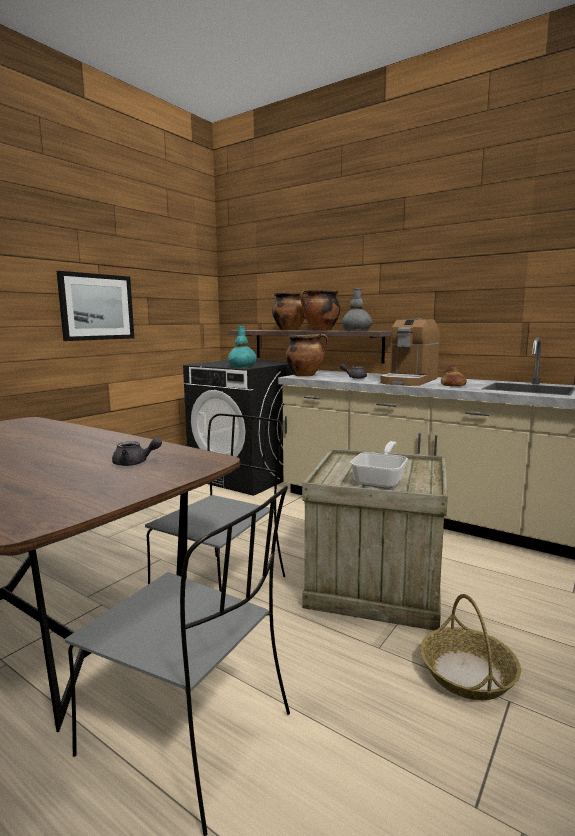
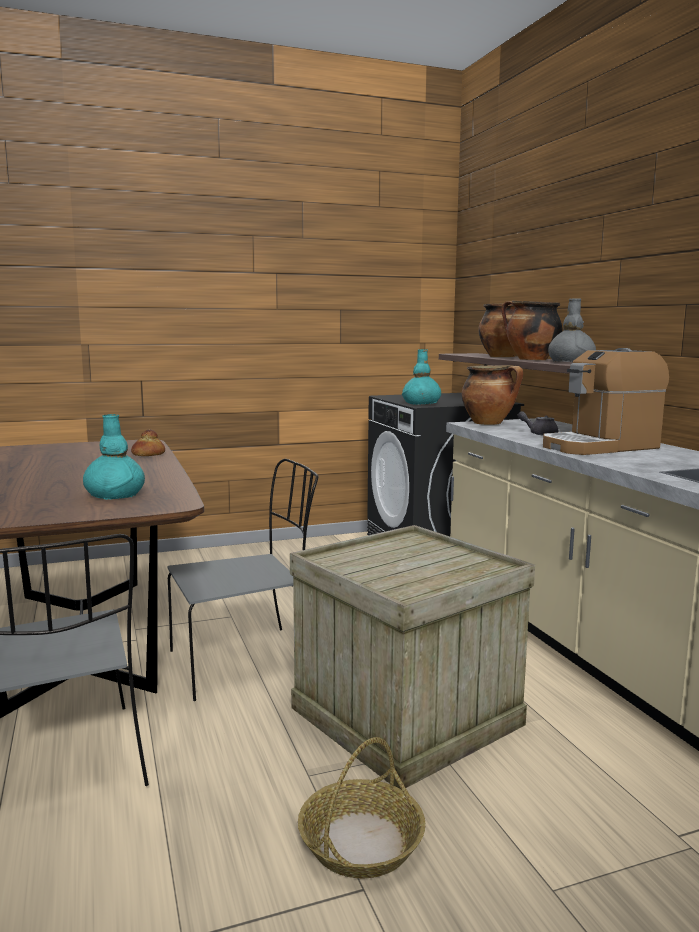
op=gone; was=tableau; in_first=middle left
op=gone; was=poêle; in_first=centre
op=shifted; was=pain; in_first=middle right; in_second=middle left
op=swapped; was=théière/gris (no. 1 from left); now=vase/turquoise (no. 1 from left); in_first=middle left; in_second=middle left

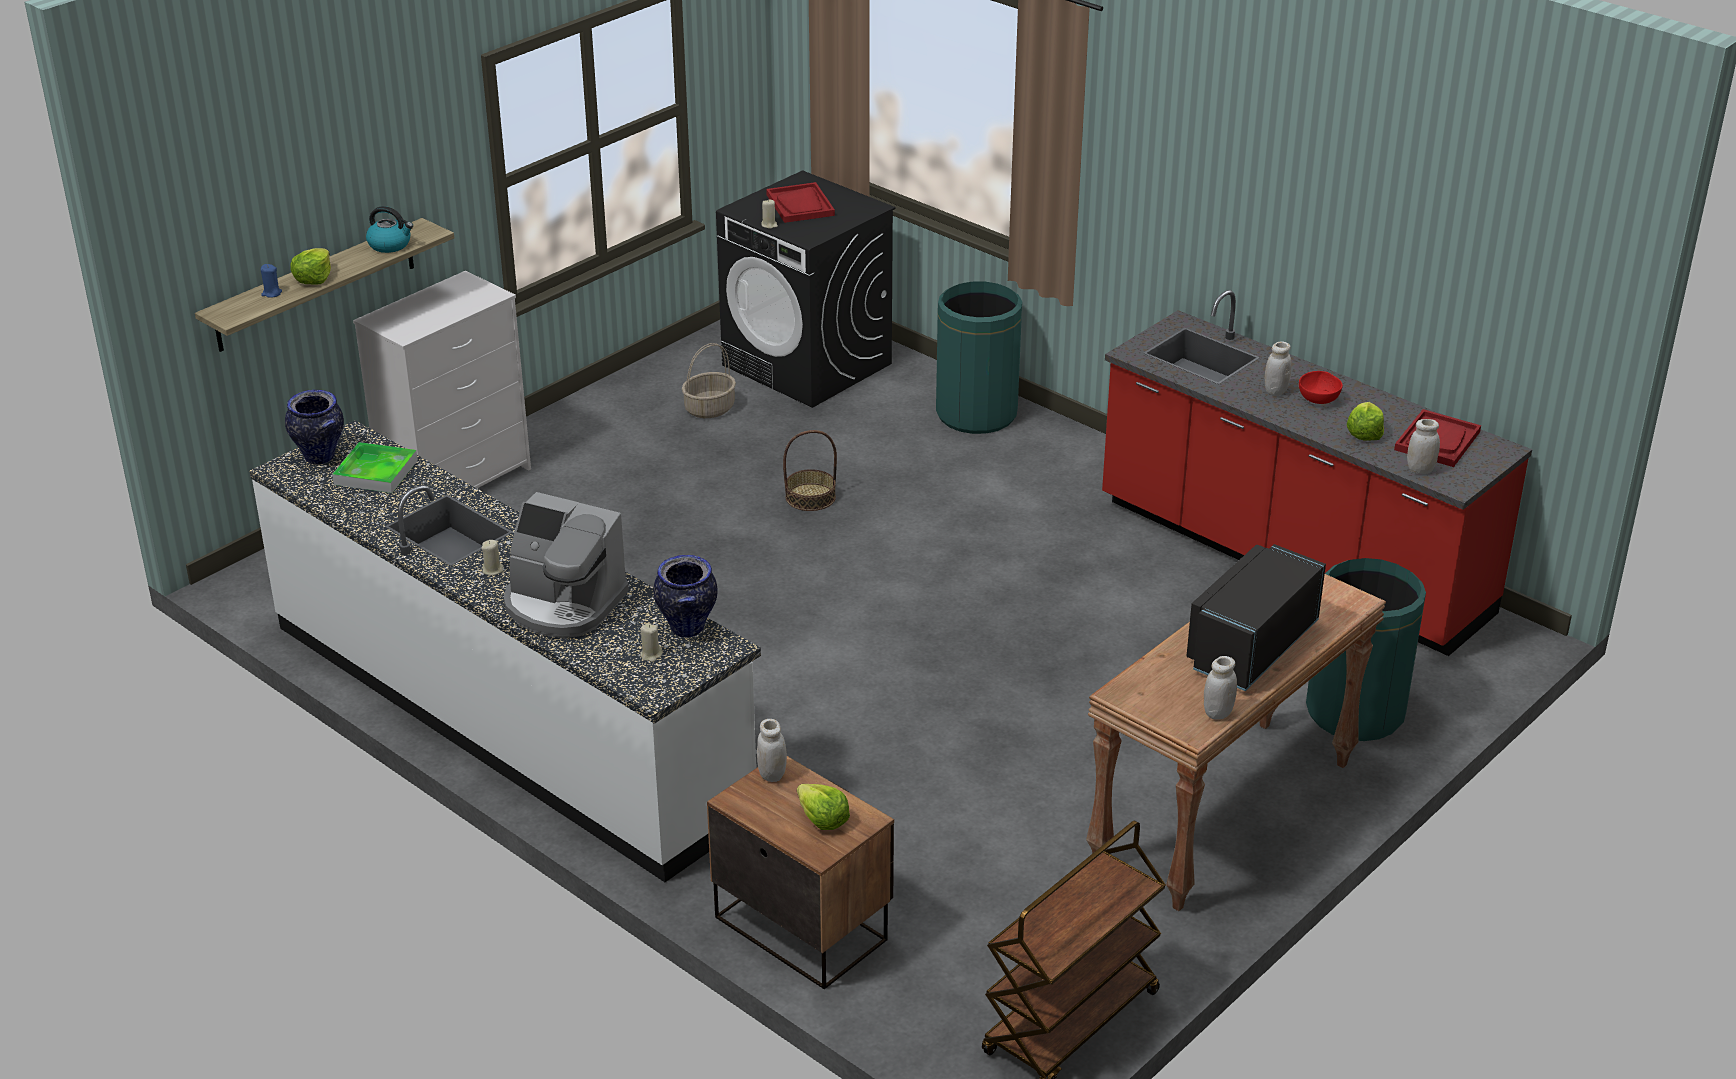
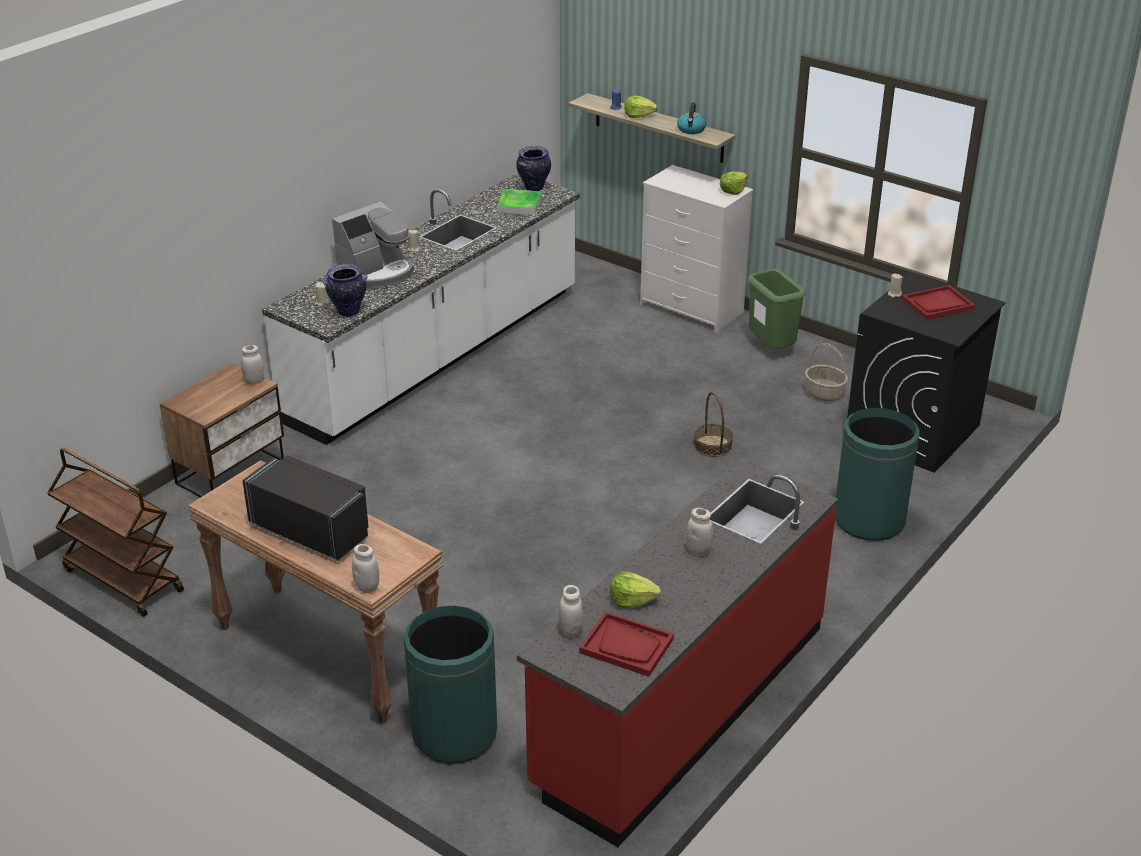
op=gone; was=bol/rouge; in_first=middle right
op=new; now=poubelle/vert (no. 2 from left); in_second=middle right
op=shifted; was=laitue (no. 2 from left in the first image); now=laitue (no. 3 from left); in_first=bottom centre; in_second=top centre
op=shifted; was=bocal/blanc (no. 2 from left); in_first=middle right; in_second=middle left
op=rotated; was=machine à café; in_first=middle left; in_second=top left; clockwise=-150

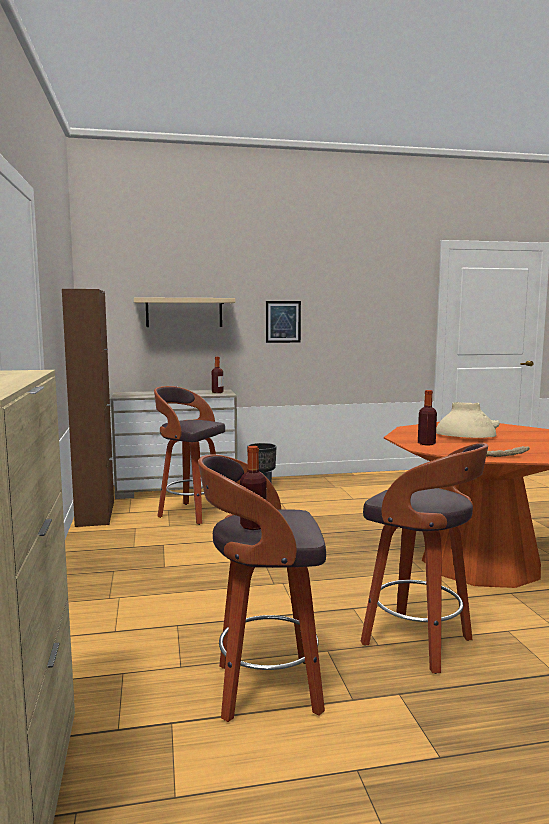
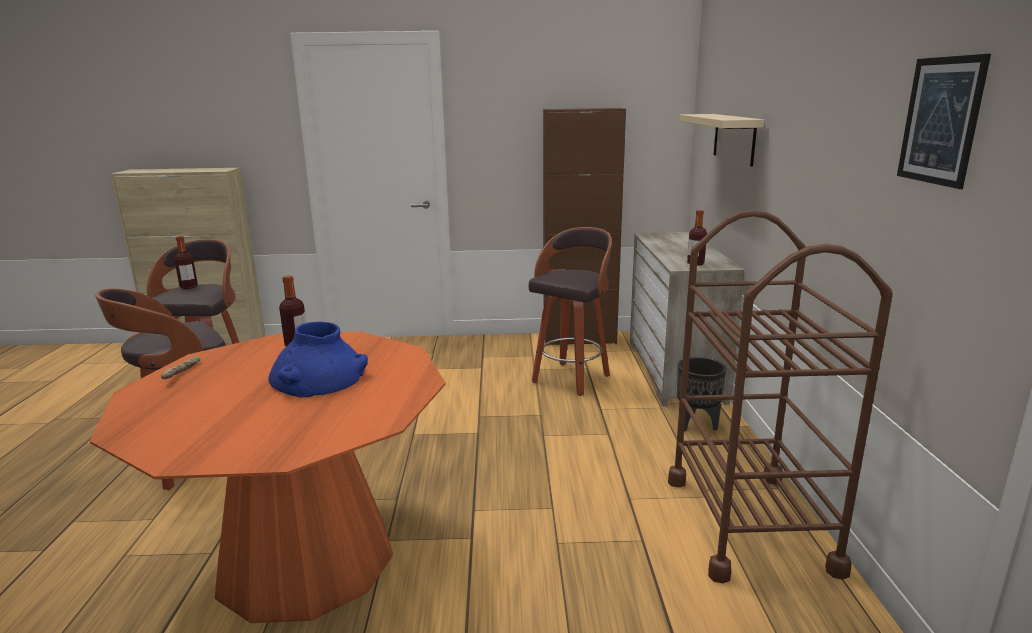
op=new; now=chariot/marron; in_second=middle right
op=shifted; was=tableau; in_first=centre; in_second=top right
op=repainted; was=vase/beige; now=vase/bleu; in_first=middle right; in_second=middle left

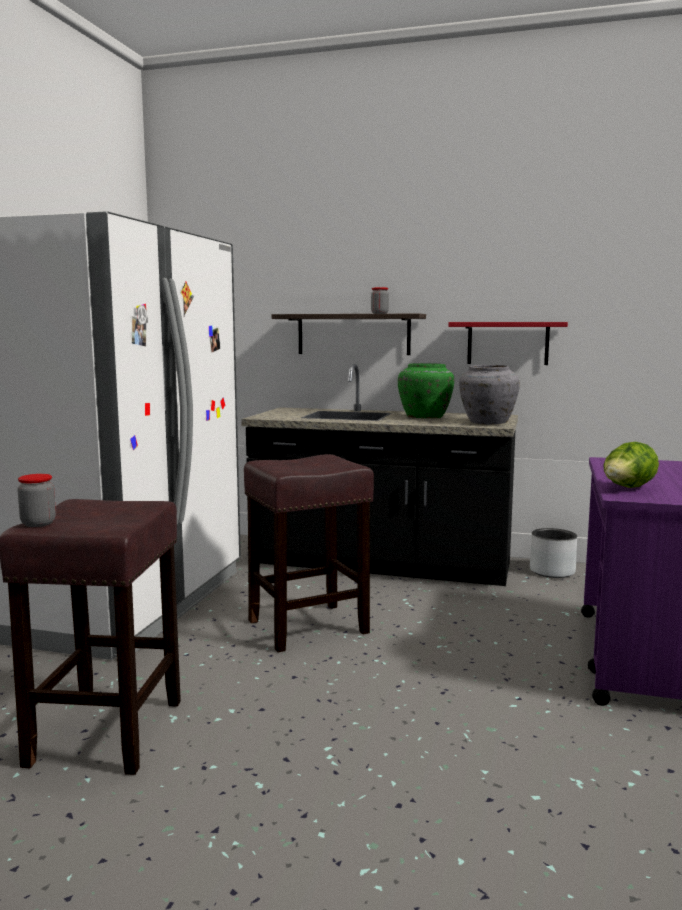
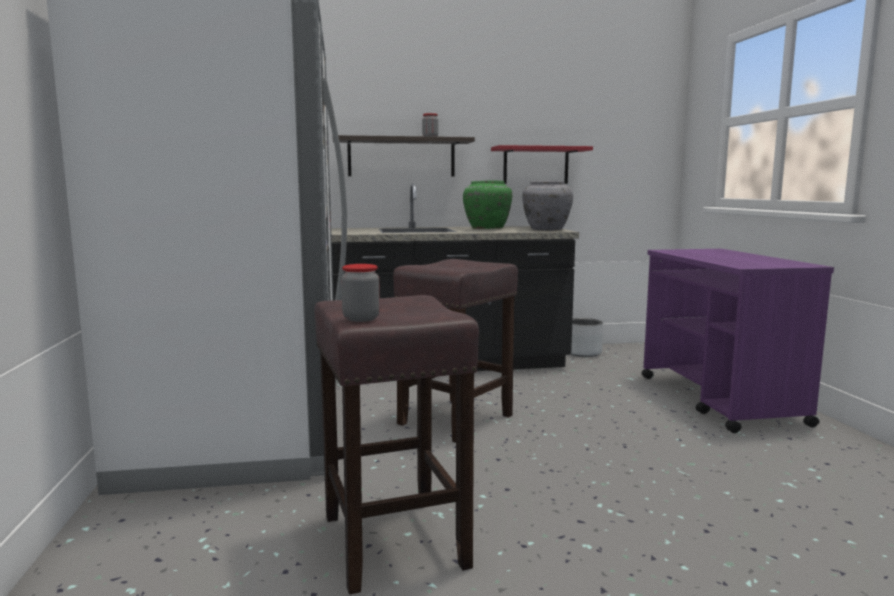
op=gone; was=laitue; in_first=middle right

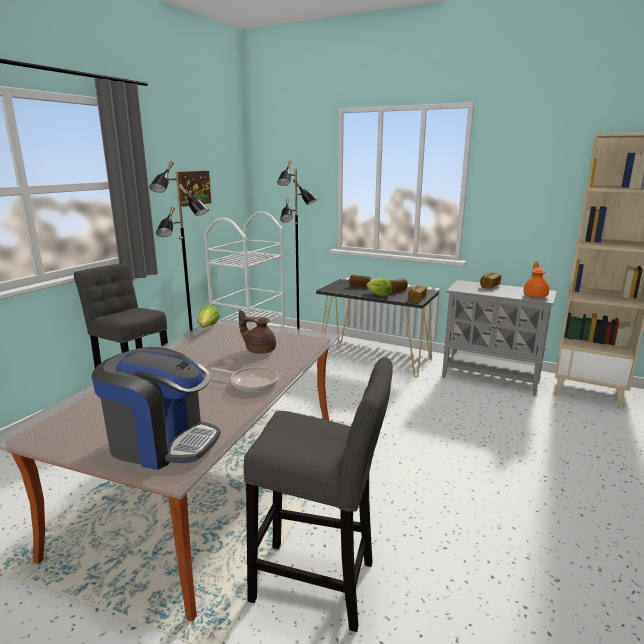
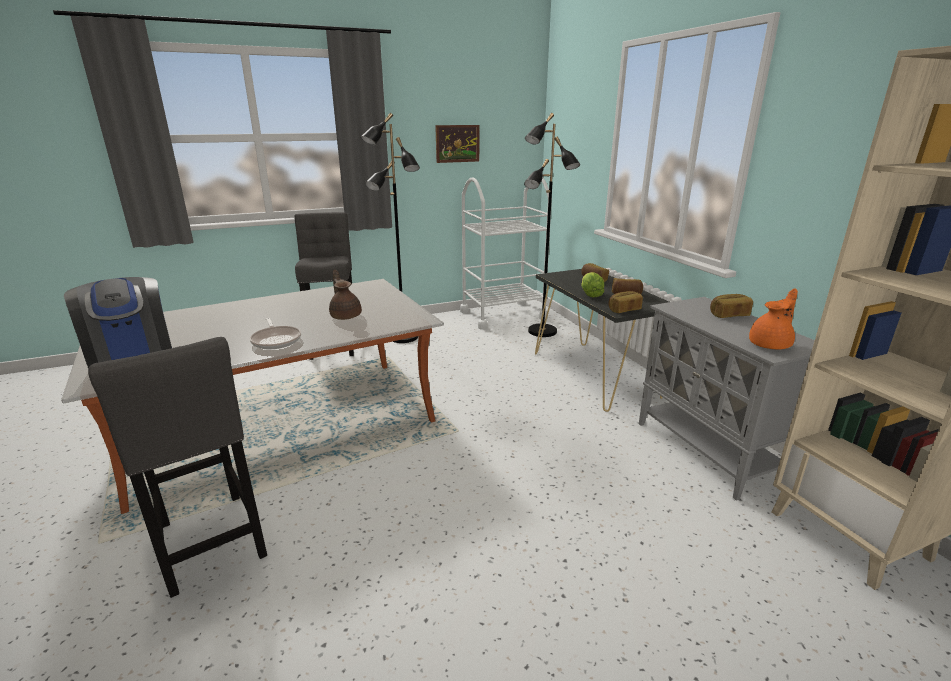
op=gone; was=laitue (no. 1 from left); in_first=middle left

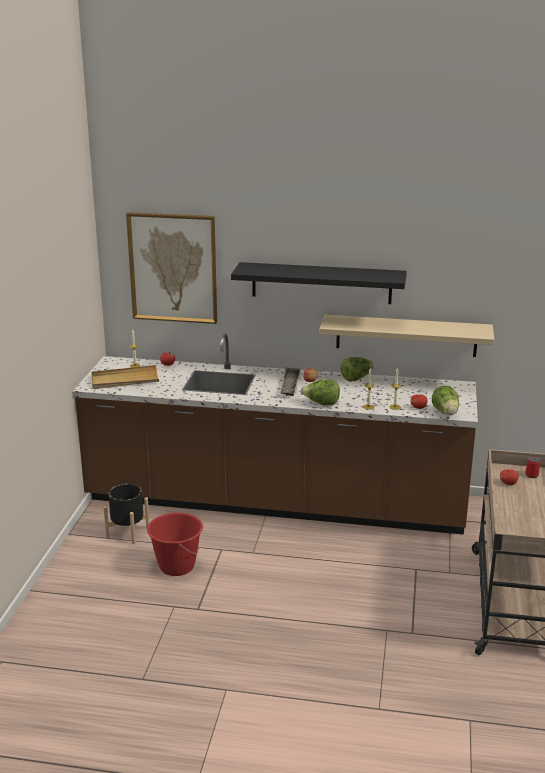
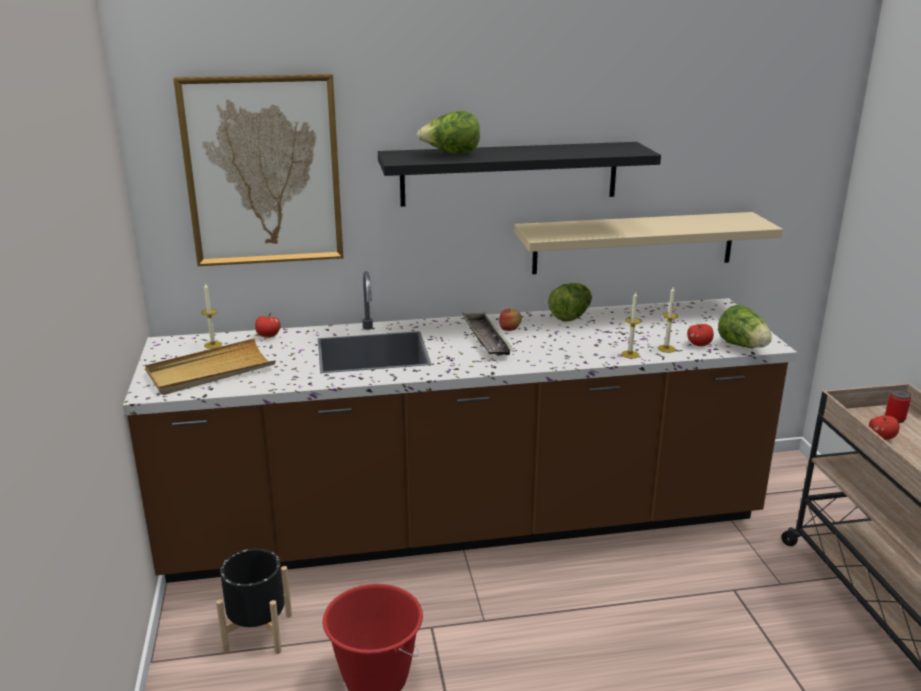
op=shifted; was=laitue (no. 1 from left); in_first=centre; in_second=top centre

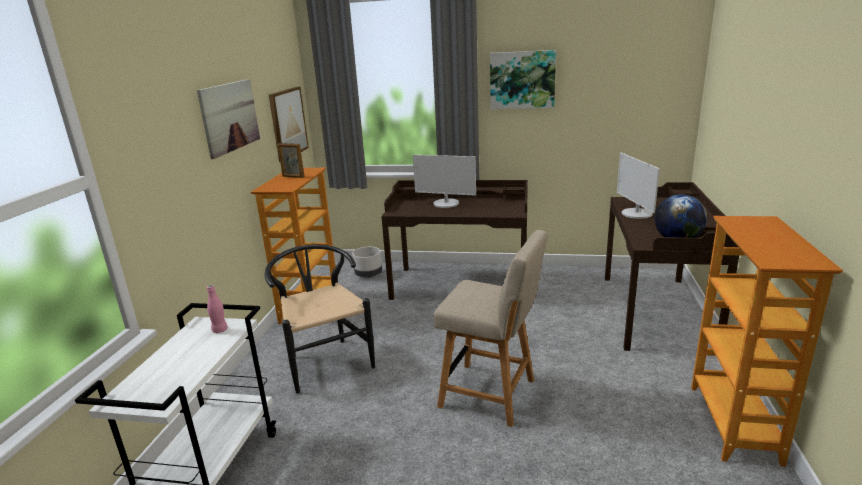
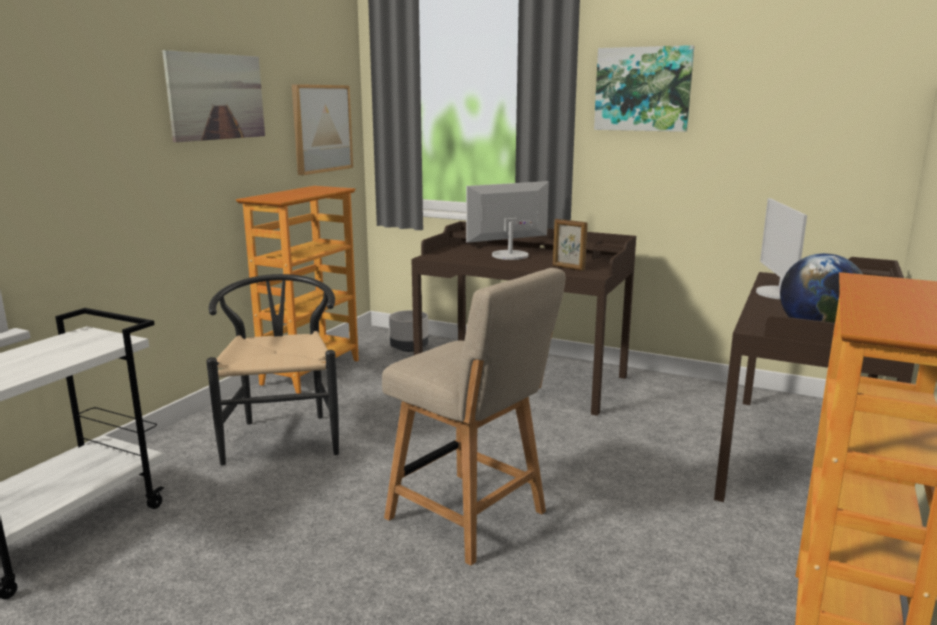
op=gone; was=bouteille/rose; in_first=middle left
op=shifted; was=cadre photo; in_first=top centre; in_second=centre
op=rotated; was=écran d'ordinateur (no. 1 from left); in_first=centre; in_second=centre; clockwise=120

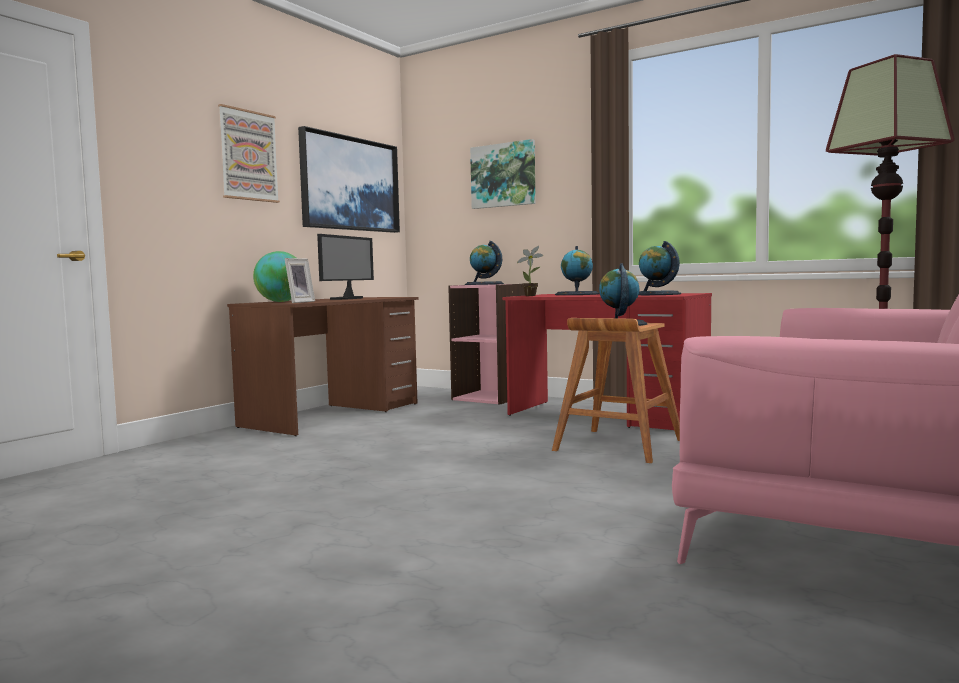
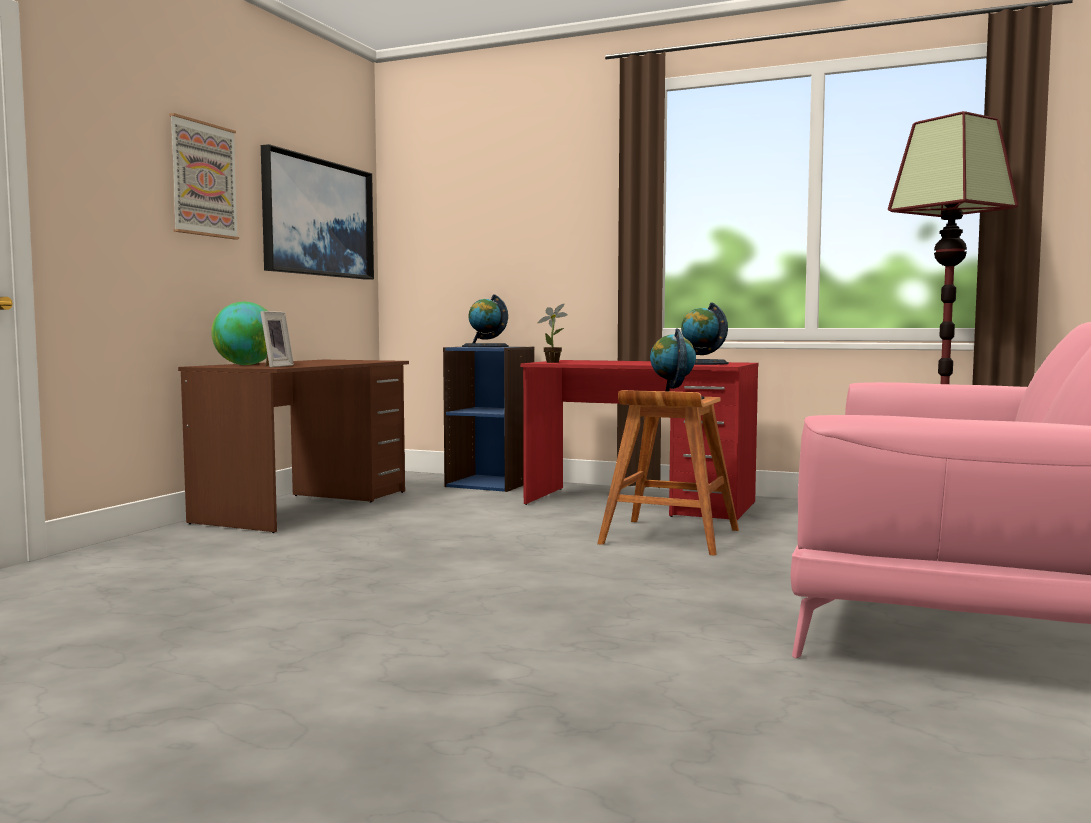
op=gone; was=écran d'ordinateur; in_first=centre
op=gone; was=tableau (no. 3 from left); in_first=top centre
op=gone; was=globe (no. 3 from left); in_first=centre
op=repainted; was=bibliothèque/rose; now=bibliothèque/bleu; in_first=centre; in_second=centre

